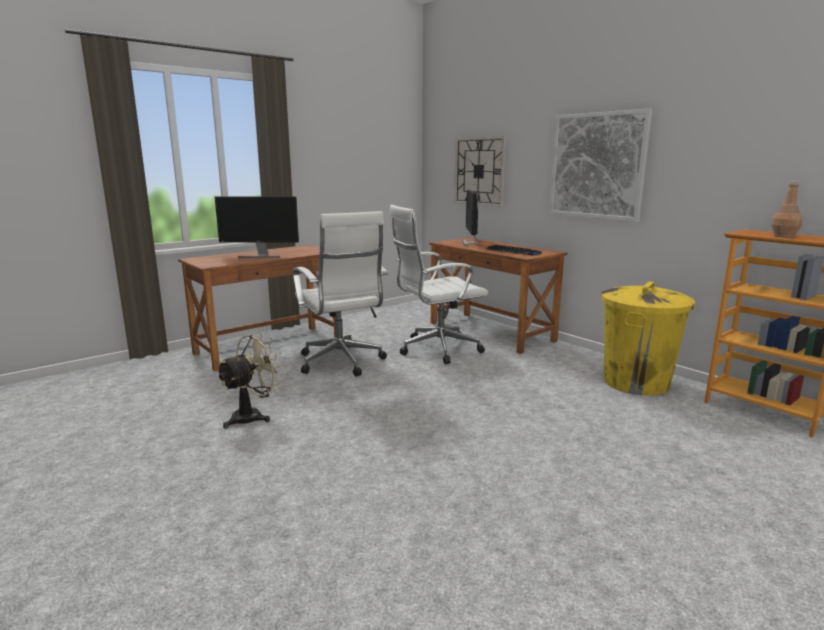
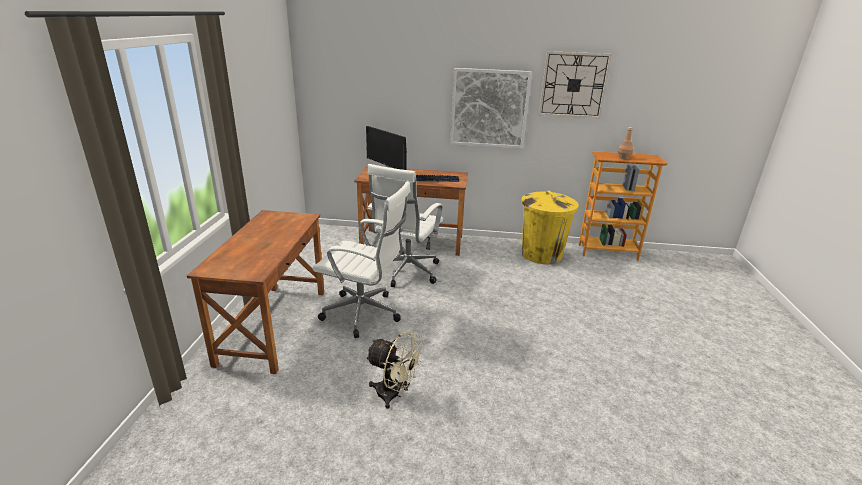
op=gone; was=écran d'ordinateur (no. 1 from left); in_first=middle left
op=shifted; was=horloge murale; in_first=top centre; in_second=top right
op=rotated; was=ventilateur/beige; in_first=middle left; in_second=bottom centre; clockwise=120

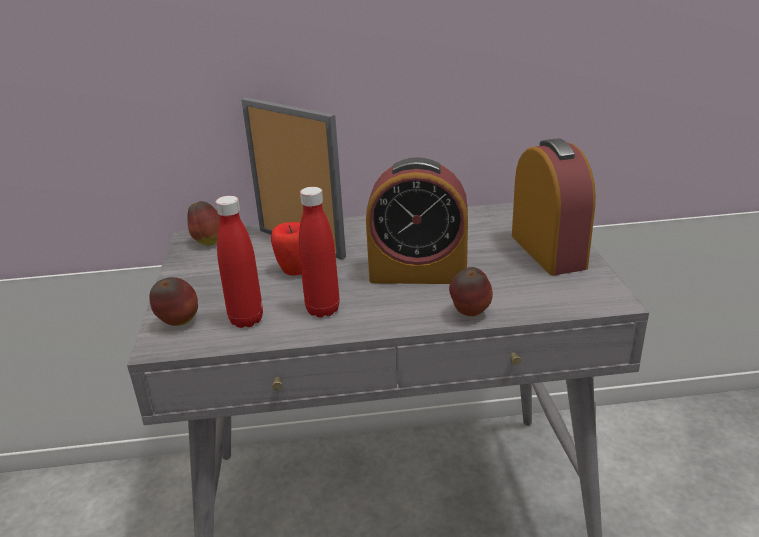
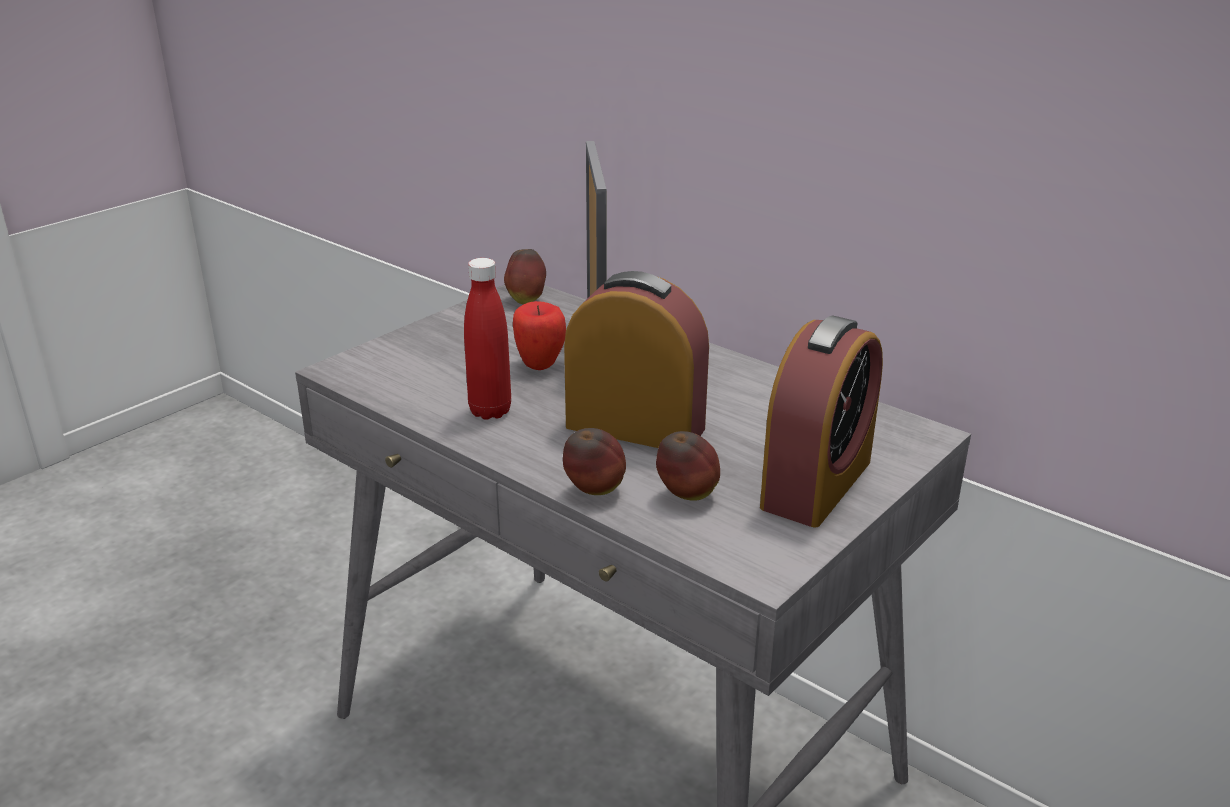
op=gone; was=bouteille/rouge (no. 1 from left); in_first=middle left
op=shifted; was=pomme (no. 1 from left in the first image); now=pomme (no. 4 from left); in_first=middle left; in_second=centre
op=rotated; was=réveil (no. 1 from left); in_first=centre; in_second=centre; clockwise=150

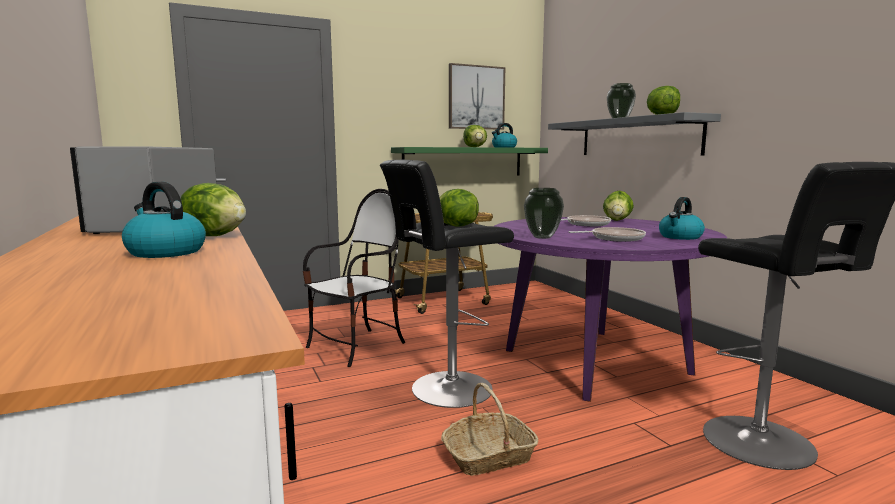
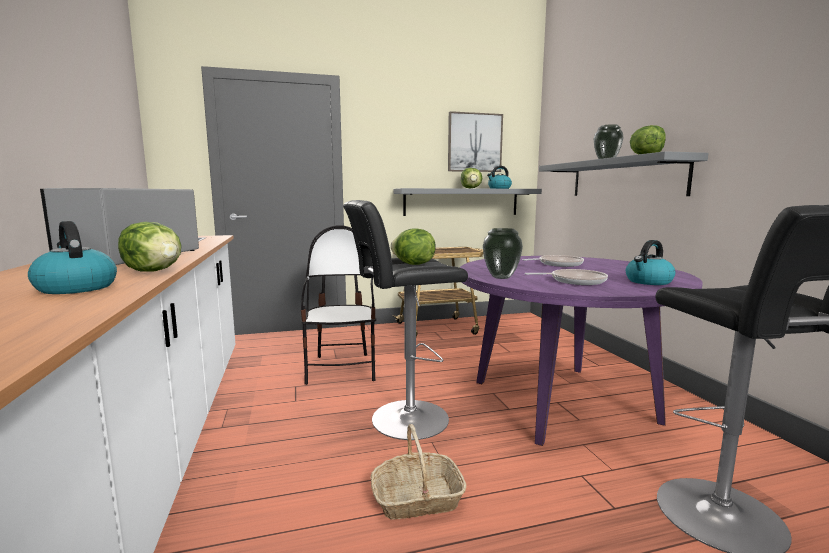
op=gone; was=laitue (no. 4 from left); in_first=middle right
op=repainted; was=étagère/vert; now=étagère/gris (no. 1 from left); in_first=top centre; in_second=centre
op=rotated; was=chaise; in_first=centre; in_second=centre; clockwise=-60

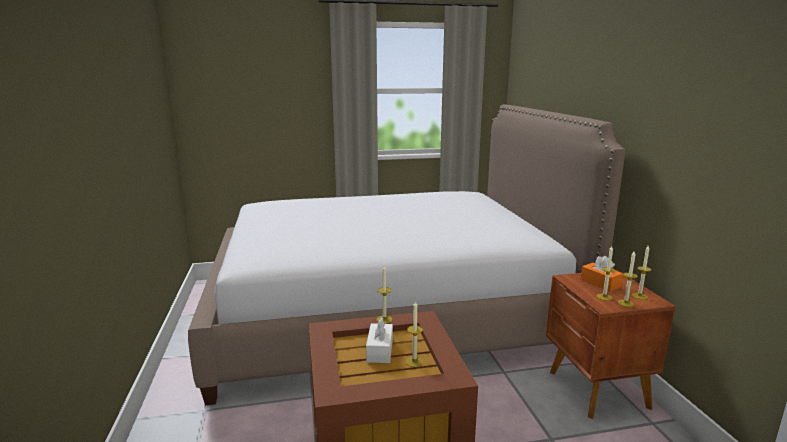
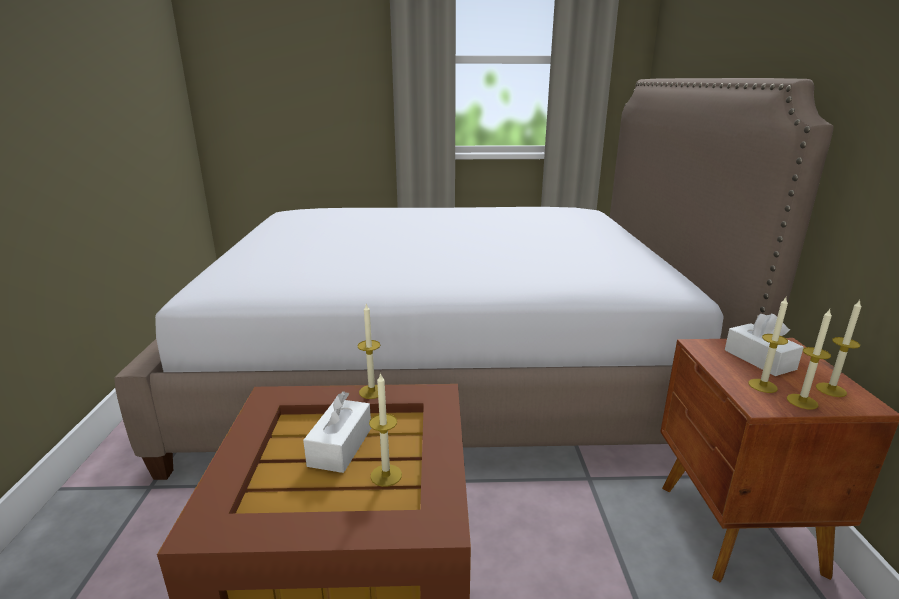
op=repainted; was=boîte à mouchoirs/orange; now=boîte à mouchoirs/blanc (no. 2 from left); in_first=middle right; in_second=middle right

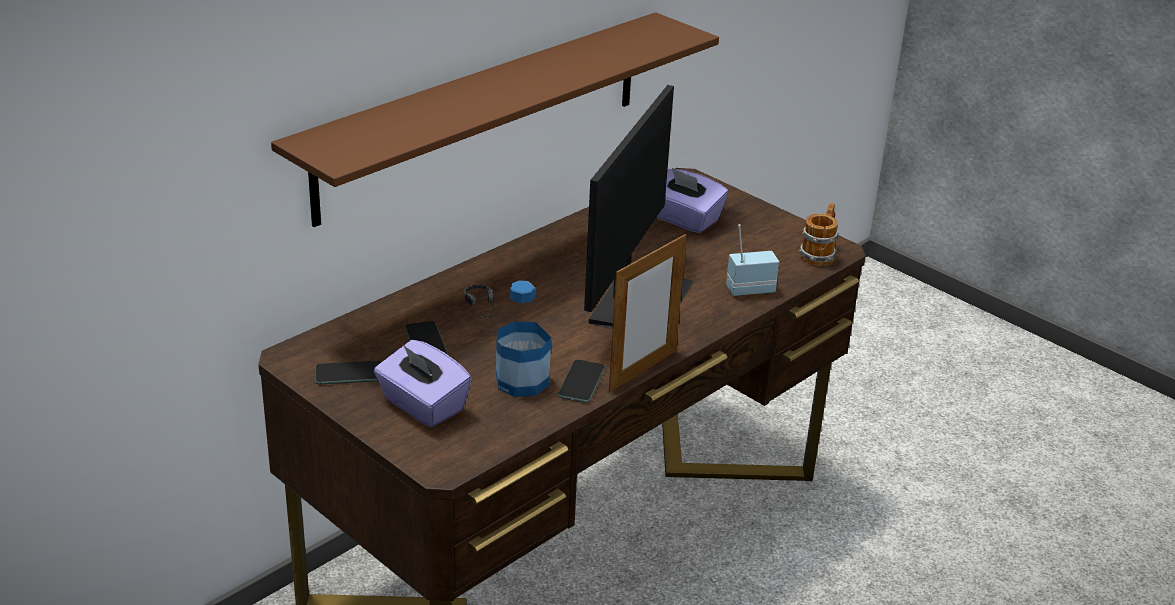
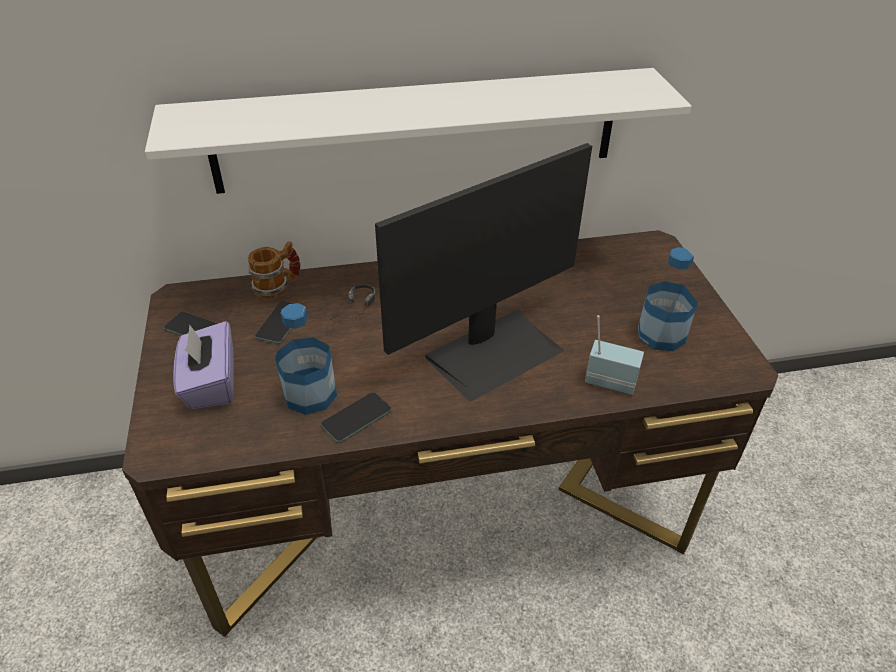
op=gone; was=cadre photo; in_first=centre
op=gone; was=boîte à mouchoirs/violet (no. 2 from left); in_first=top centre
op=new; now=bouteille (no. 2 from left); in_second=middle right
op=shifted; was=mug; in_first=middle right; in_second=middle left
op=repainted; was=étagère/marron; now=étagère/blanc; in_first=top centre; in_second=top centre

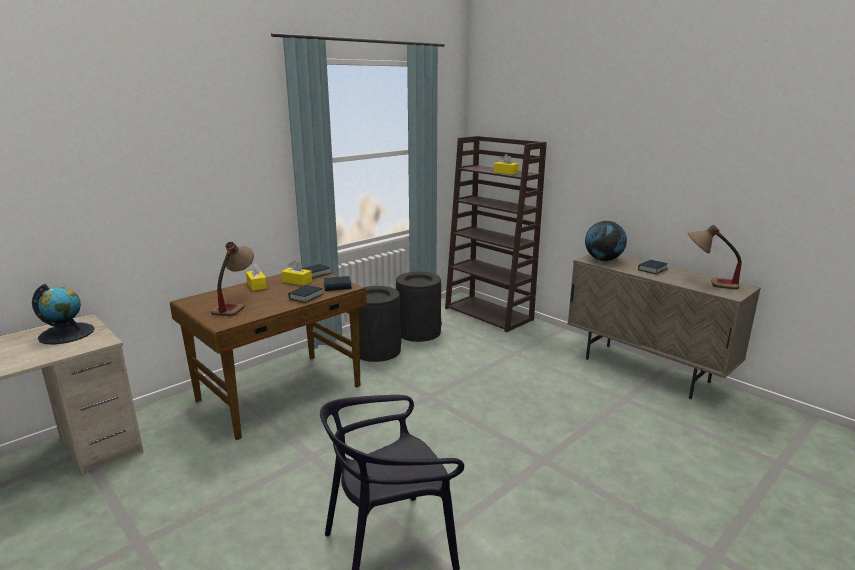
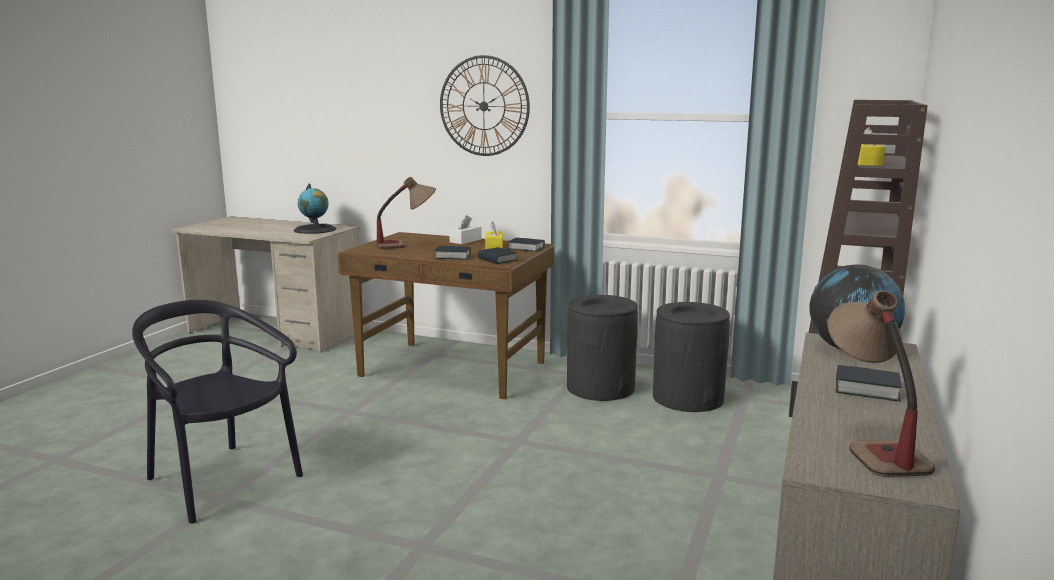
op=new; now=horloge murale; in_second=top centre
op=repainted; was=boîte à mouchoirs/jaune (no. 1 from left); now=boîte à mouchoirs/blanc; in_first=middle left; in_second=centre

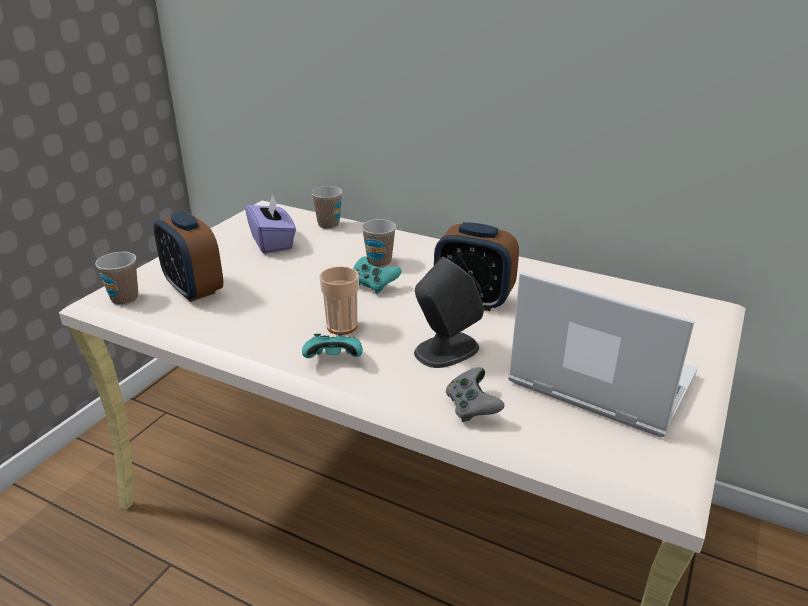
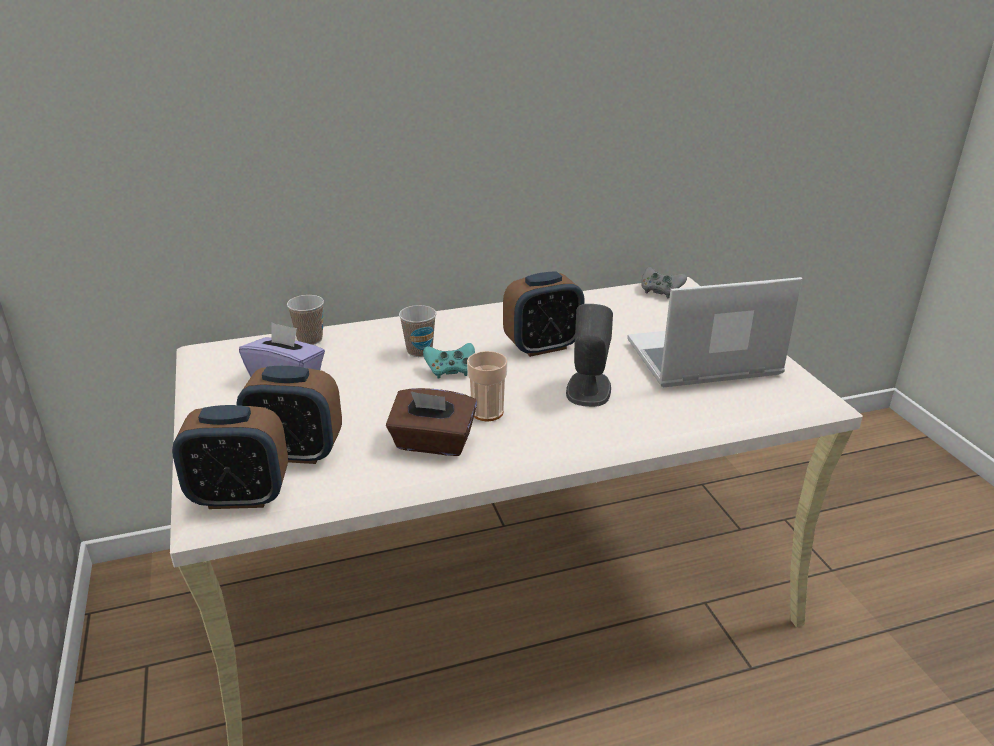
op=gone; was=manette/turquoise (no. 1 from left); in_first=centre
op=new; now=boîte à mouchoirs/marron; in_second=centre
op=shifted; was=manette/gris; in_first=centre; in_second=middle right
op=swapped; was=tasse (no. 1 from left); now=réveil (no. 1 from left); in_first=middle left; in_second=middle left

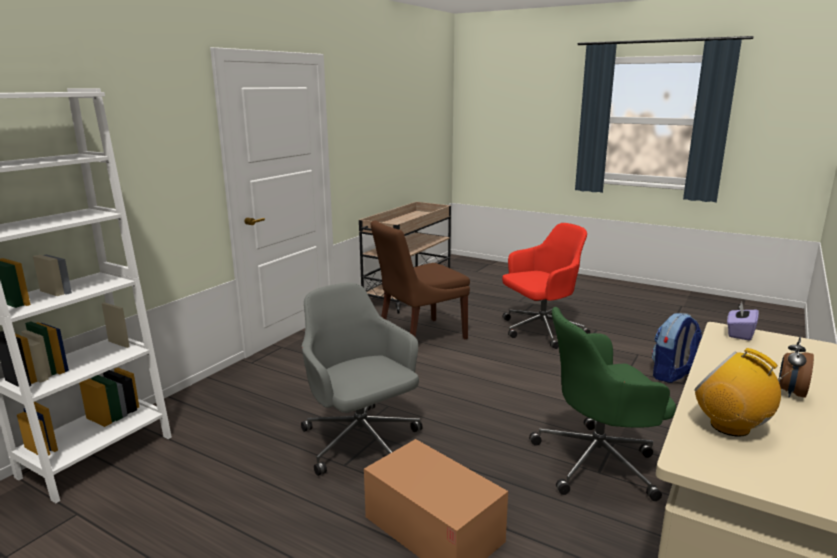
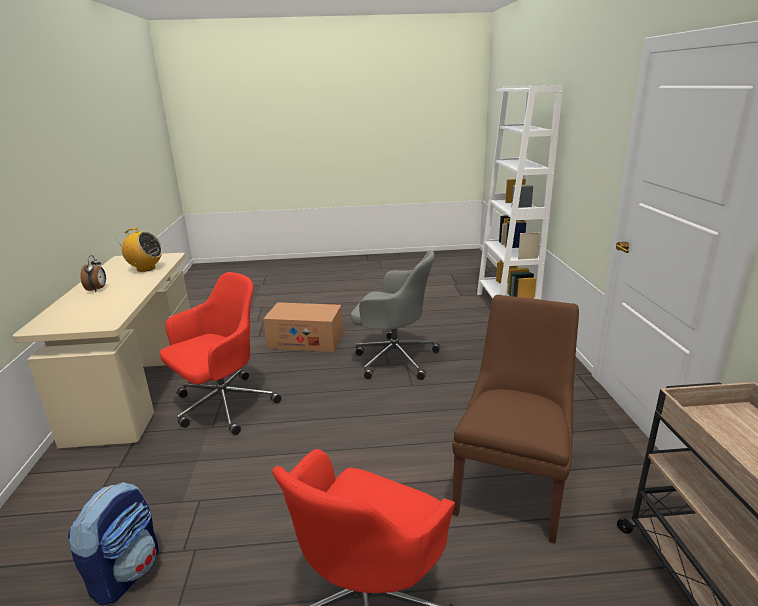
op=gone; was=boîte à mouchoirs/violet; in_first=middle right
op=repainted; was=chaise de bureau/vert; now=chaise de bureau/rouge (no. 1 from left); in_first=bottom right; in_second=middle left

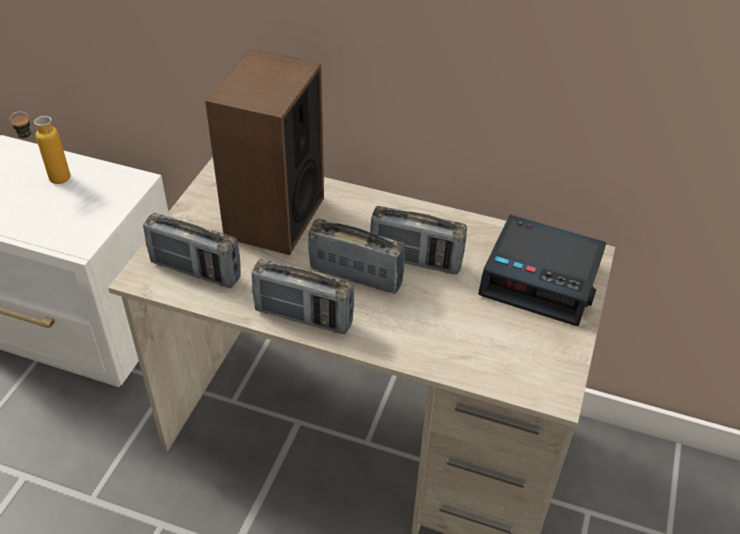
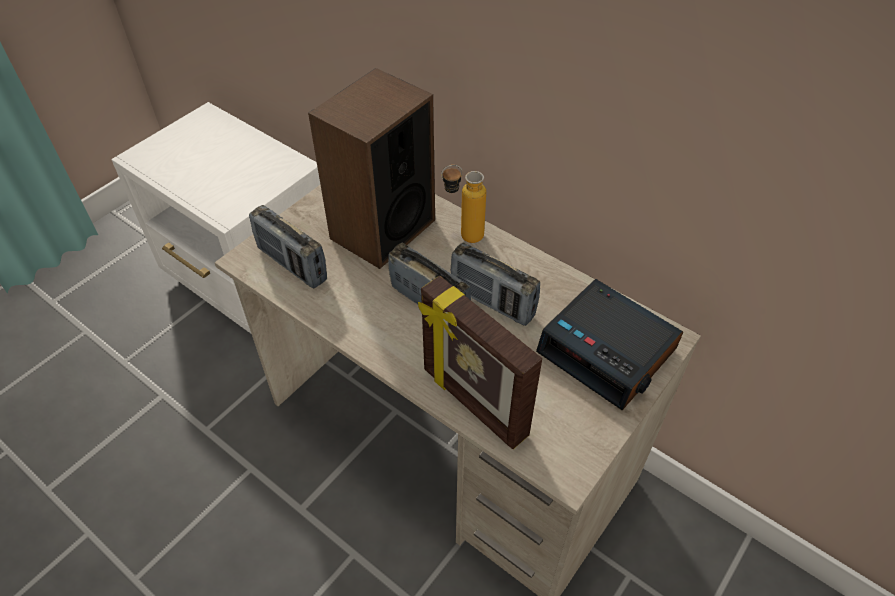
op=gone; was=radio (no. 2 from left); in_first=centre
op=new; now=cadre photo; in_second=centre
op=shifted; was=bouteille; in_first=top left; in_second=centre

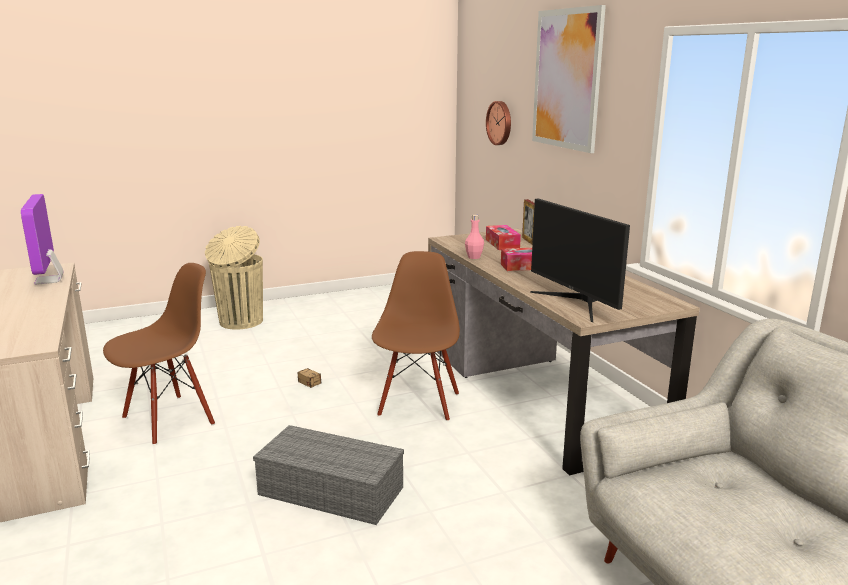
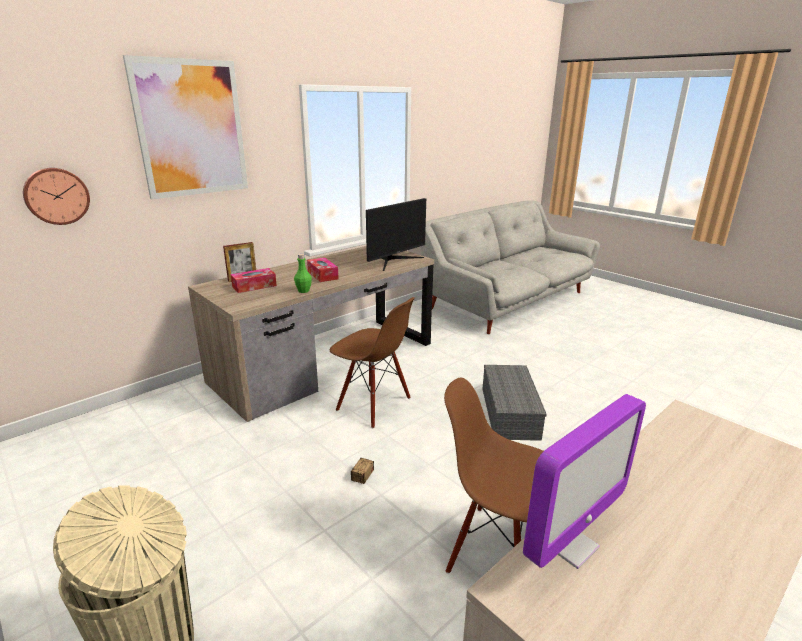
op=repainted; was=bouteille/rose; now=bouteille/vert; in_first=centre; in_second=centre
op=rotated; was=chaise/marron (no. 2 from left in the first image); in_first=centre; in_second=centre; clockwise=-135

